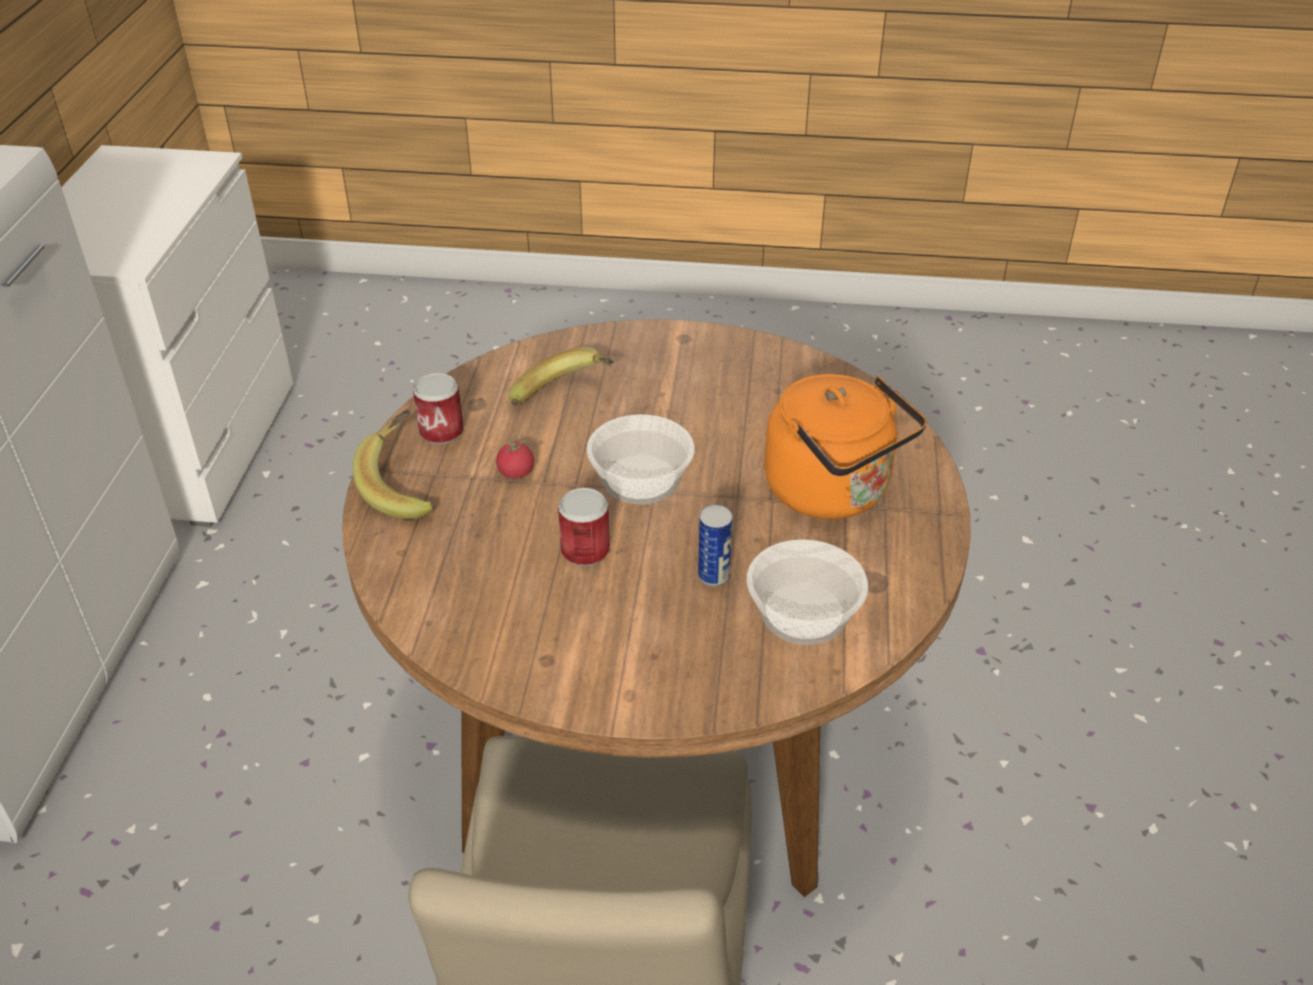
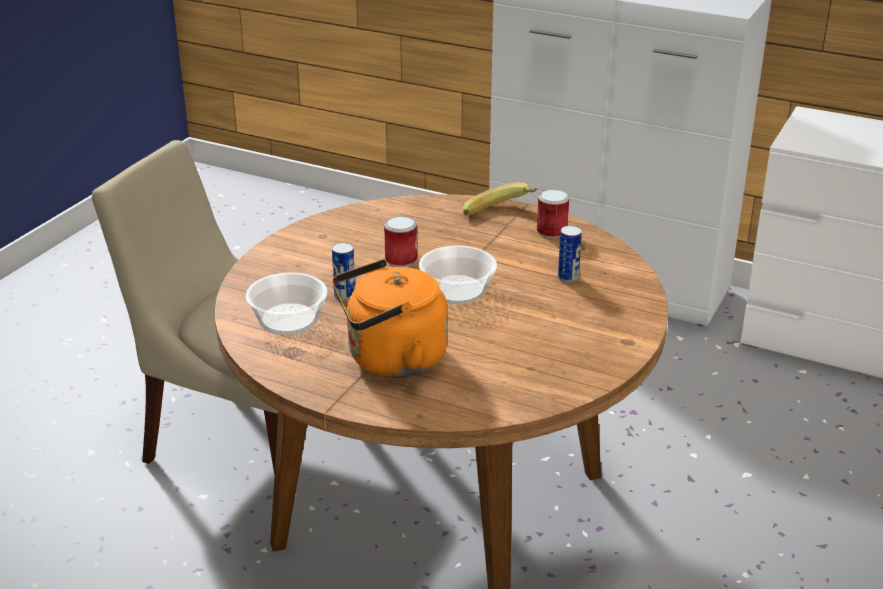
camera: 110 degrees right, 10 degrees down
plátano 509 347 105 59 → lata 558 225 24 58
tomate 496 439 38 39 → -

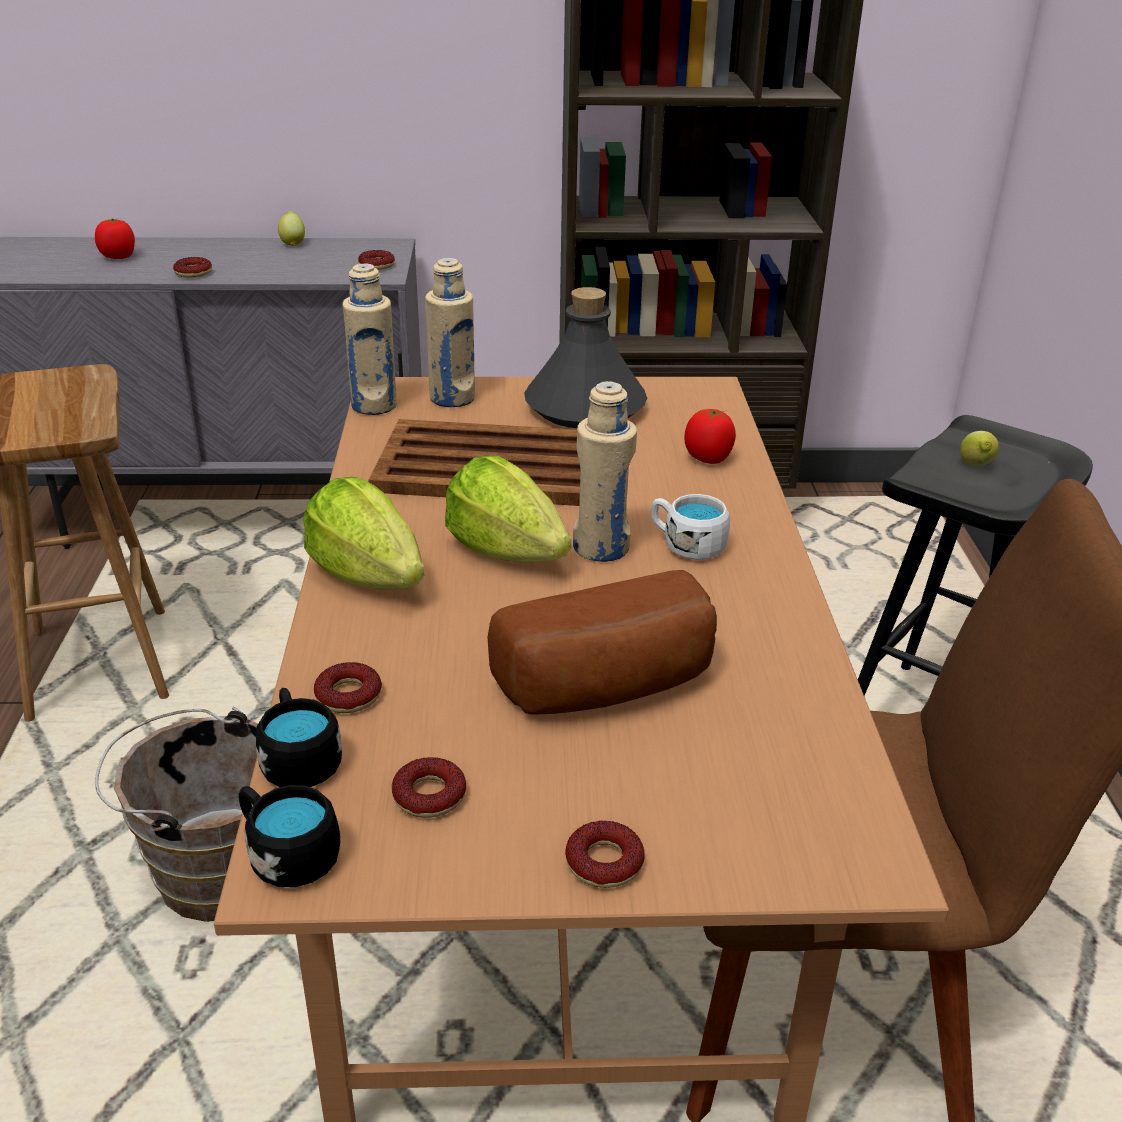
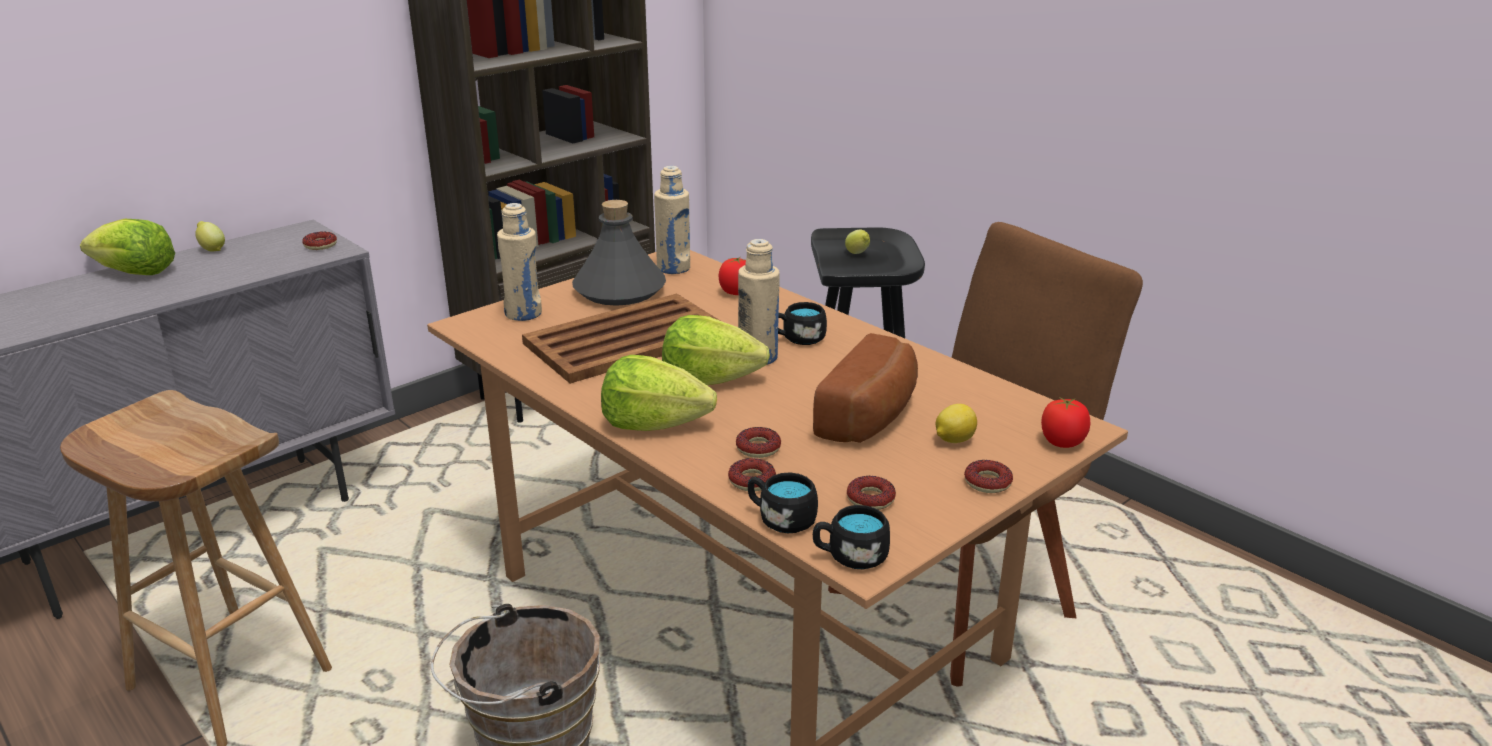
camera: 40 degrees left, 5 degrees down
tomate 95 218 40 41 → tomate 1041 397 49 51, relocated
rosquilla 173 257 39 21 → rosquilla 736 427 45 31, relocated
botella/beis 342 263 55 152 → botella/beis 654 166 36 108, relocated
taza grande/blanco 651 494 79 66 → taza grande/negro 778 302 49 43
- → lechuga 80 219 95 56
- → limón 936 404 41 39

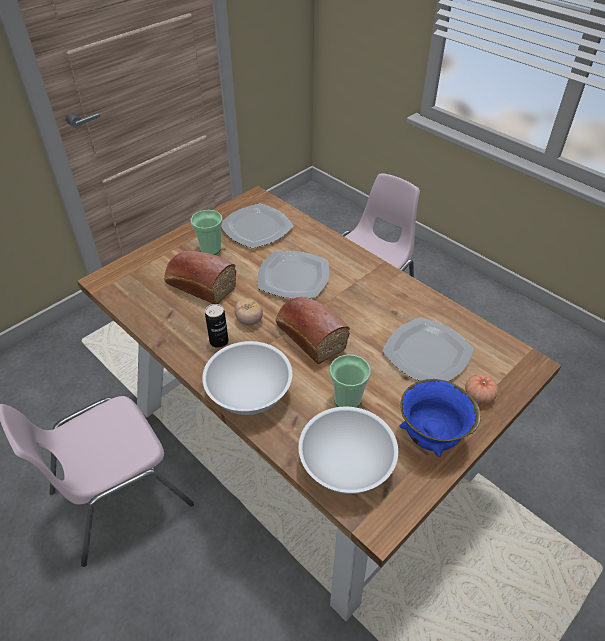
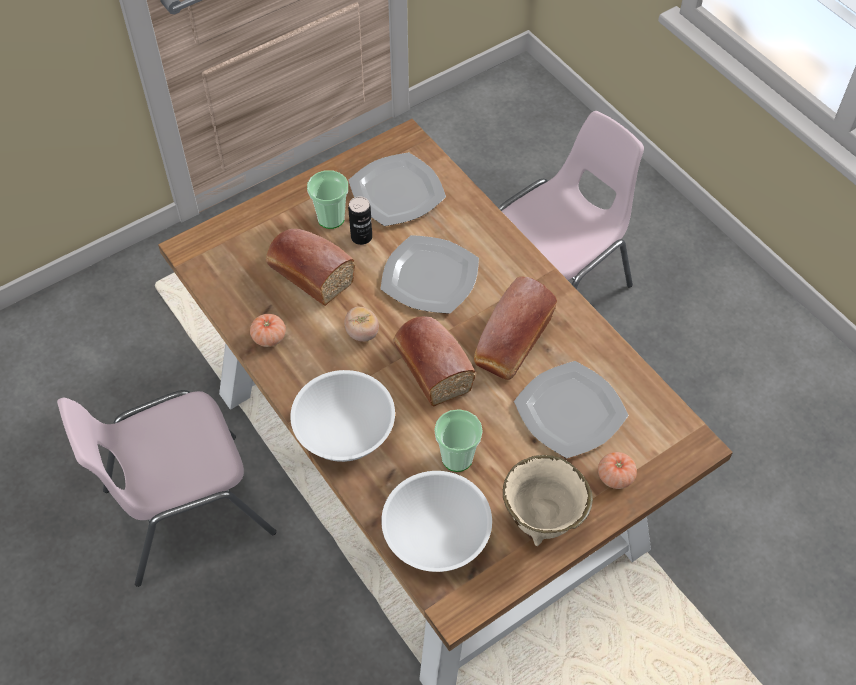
camera: 10 degrees right, 10 degrees up
lata 205 304 23 44 → lata 348 196 24 49, relocated
cuenco/azul 400 379 81 78 → cuenco/beis 503 455 90 91
- → pan 474 276 83 104
- → tomate 250 314 36 33

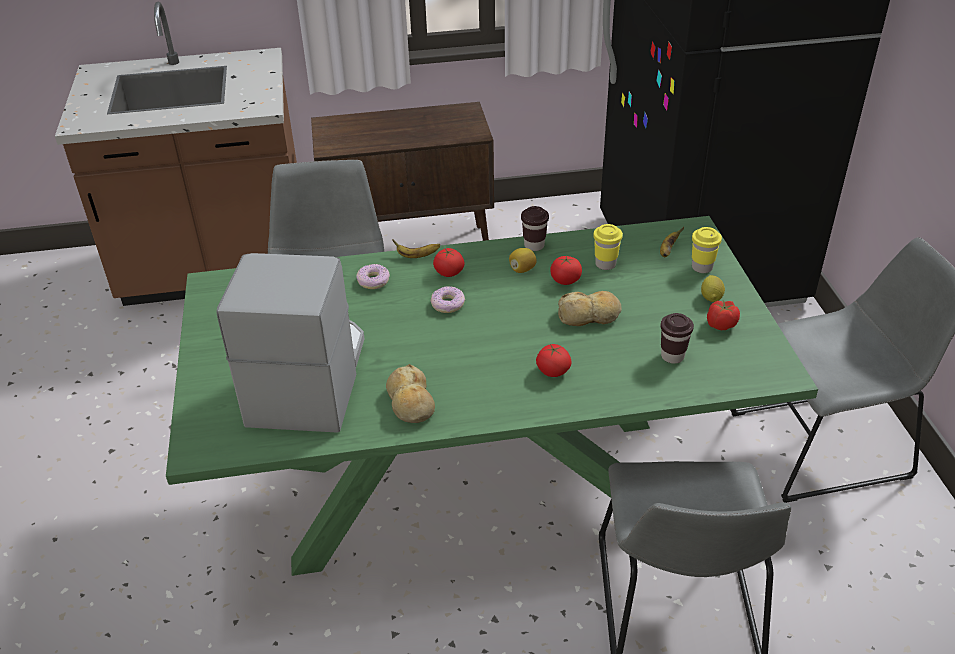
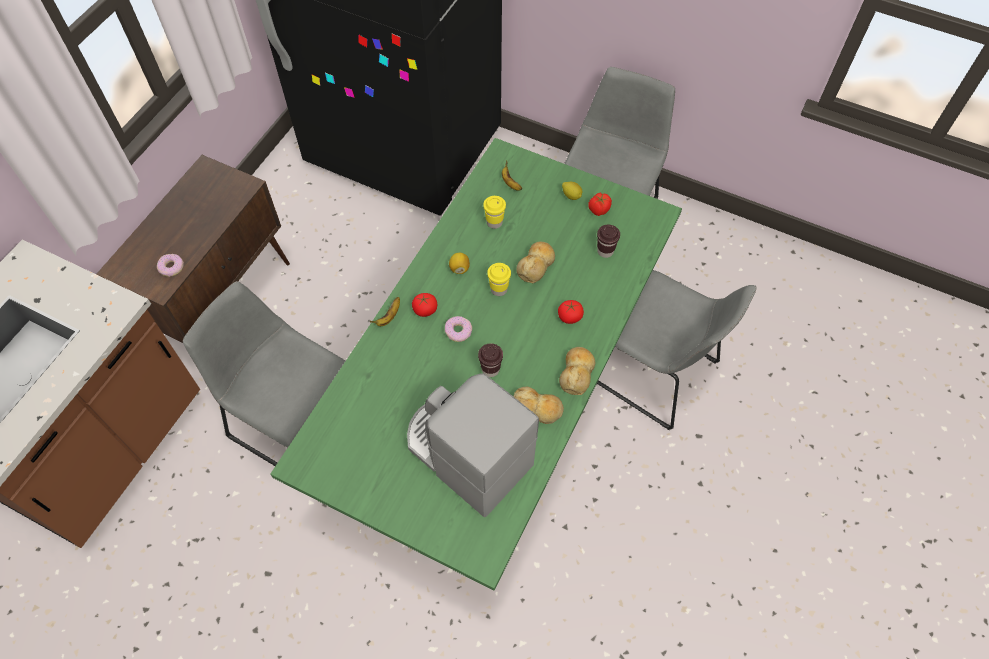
camera: 55 degrees left, 20 degrees up
taza/marrón 521 206 28 45 → taza/marrón 478 343 25 34, relocated
taza/amarillo 692 227 30 46 → taza/amarillo 487 263 24 33, relocated
tomate 550 255 32 30 → -
rosquilla 356 264 34 25 → rosquilla 157 254 27 23, relocated
- → pan 559 347 36 48

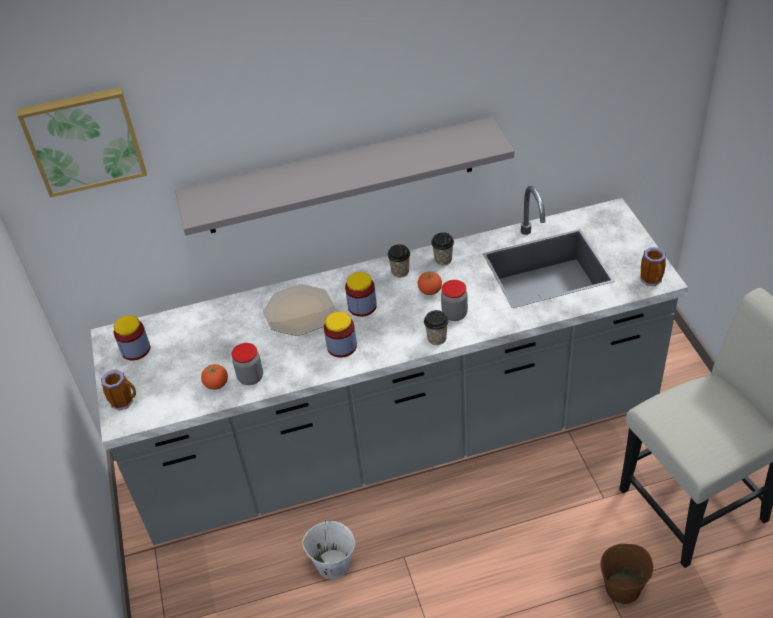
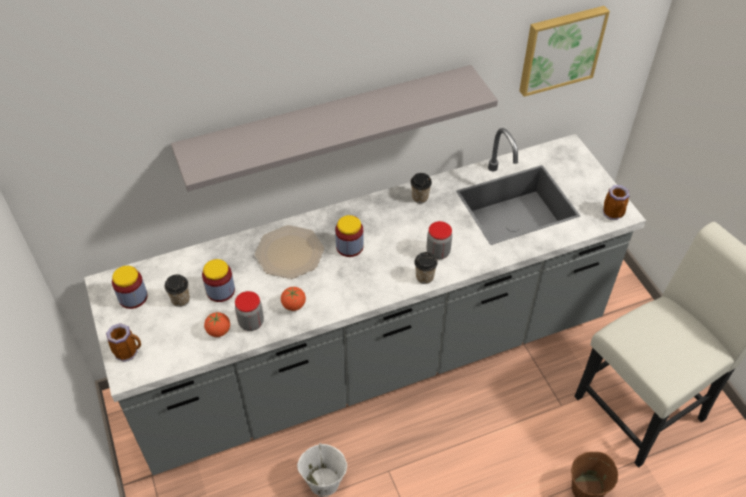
camera: 10 degrees left, 5 degrees up
cuadro 17 87 130 111 → cuadro 519 6 91 91, relocated
taza 388 244 22 33 → taza 164 274 26 33, relocated
tomate 418 272 24 23 → tomate 281 287 25 24, relocated
tarro 324 312 33 46 → tarro 202 259 33 43, relocated

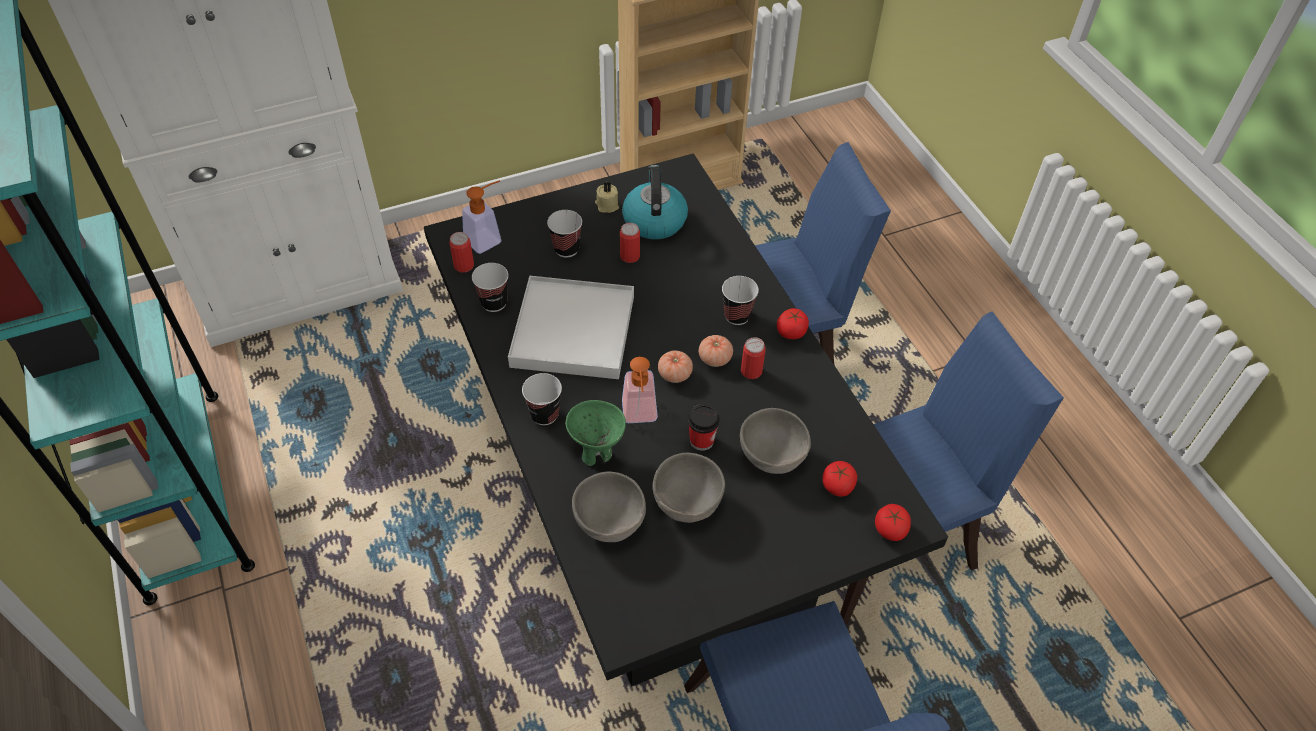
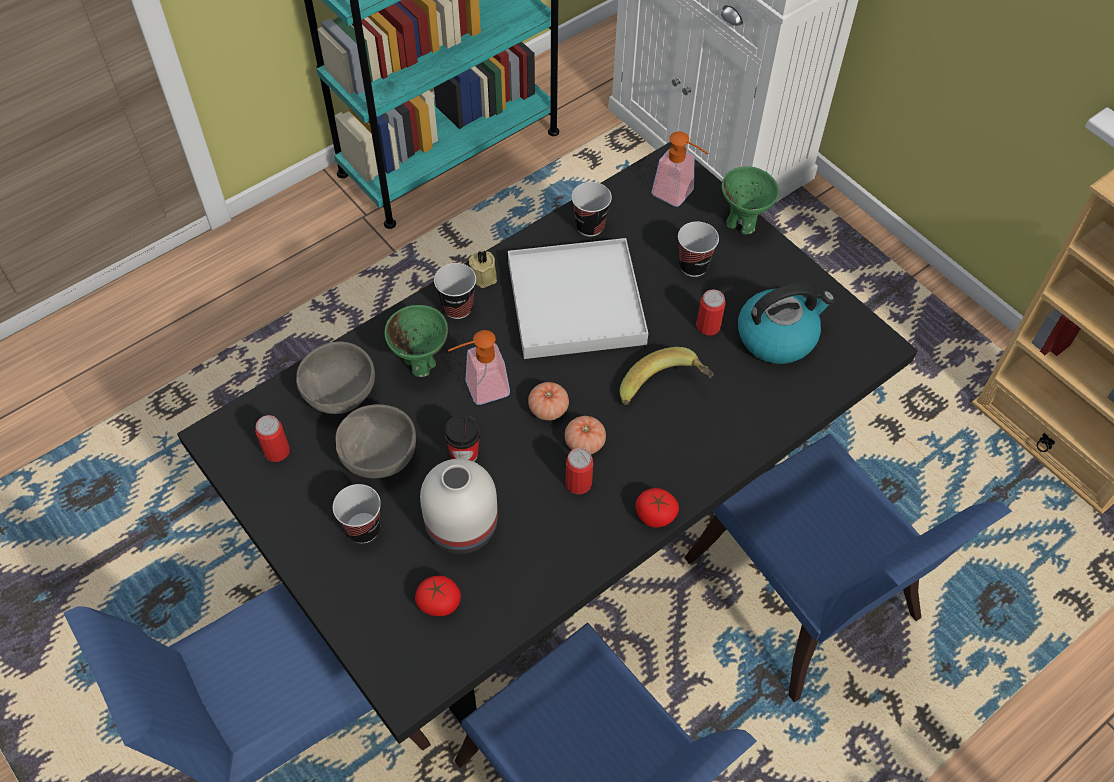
camera: 75 degrees right, 5 degrees up
vela/beis 595 181 24 32 → vela/beis 469 250 28 38, relocated
lata 449 232 25 40 → lata 255 415 35 47, relocated
taza 722 276 37 49 → taza 333 484 48 59, relocated
cuenco/gris 740 408 71 66 → florero/blanco 420 459 78 95
tomate 875 504 36 37 → -
- → cuenco/verde 721 166 58 69
- → plátano 619 347 95 58

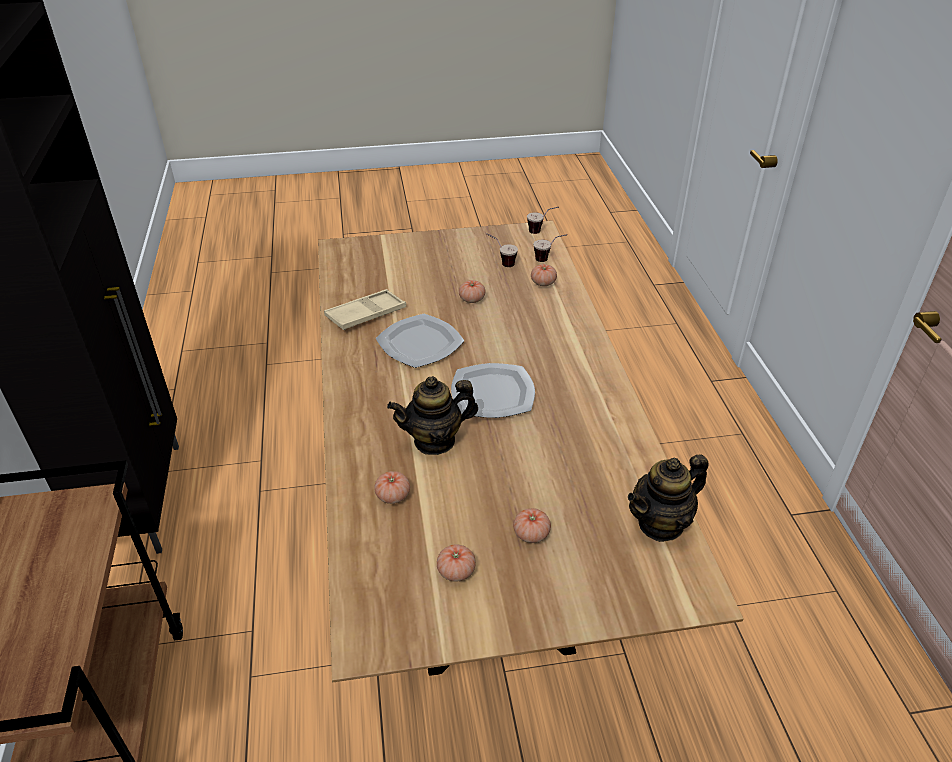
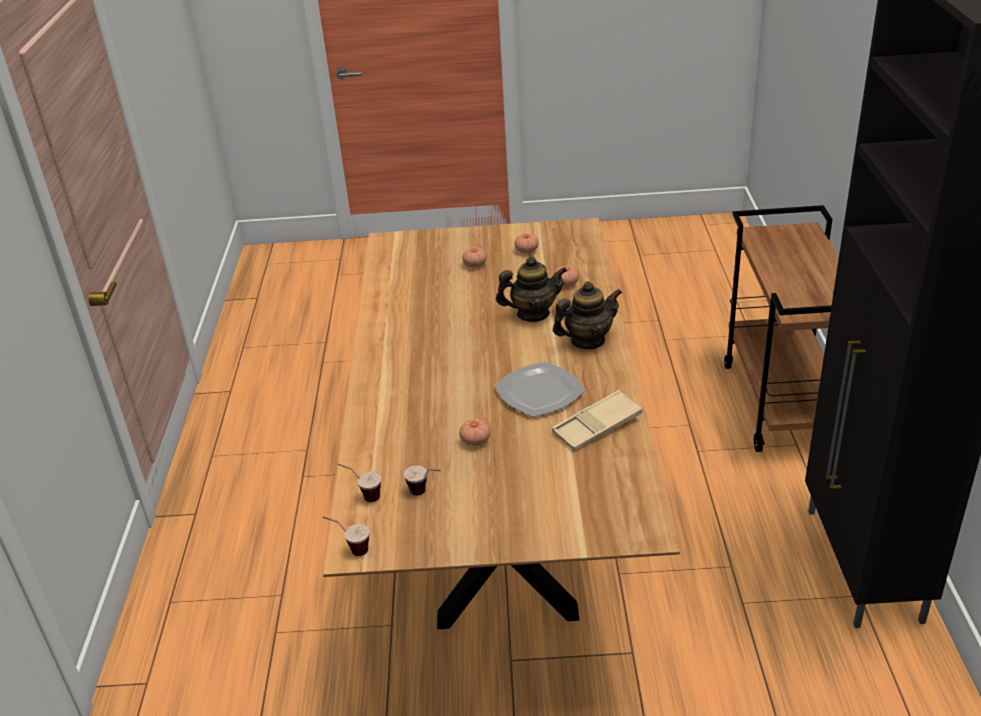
camera: 170 degrees left, 5 degrees down
tomate 531 264 26 22 → -
plato 451 363 84 55 → -
tetera 628 454 81 88 → tetera 553 281 69 68, relocated

